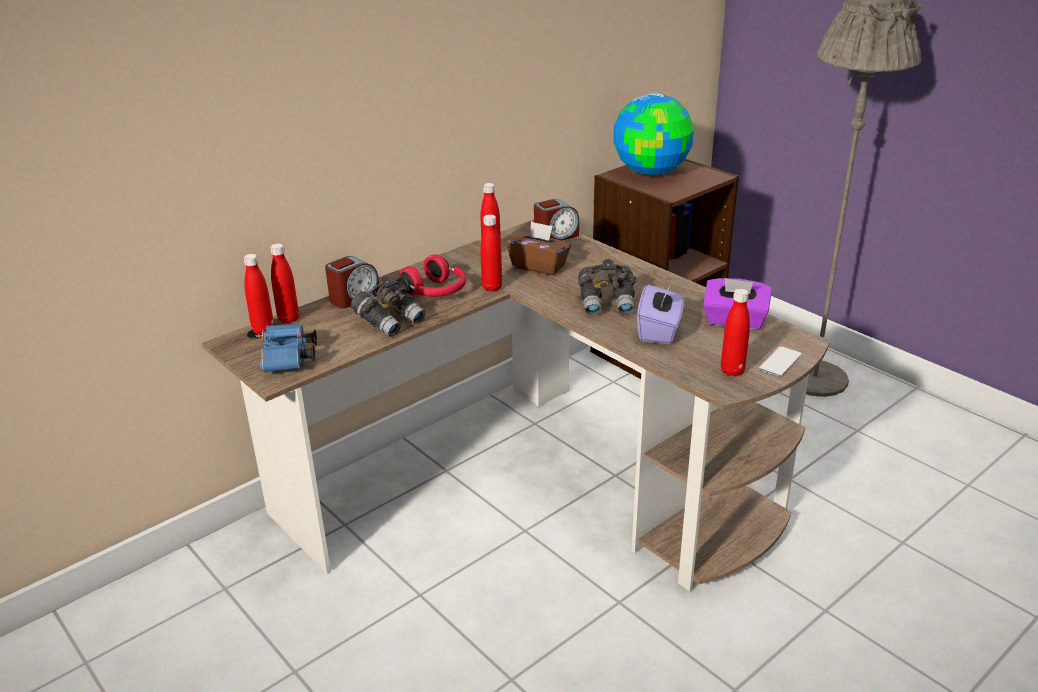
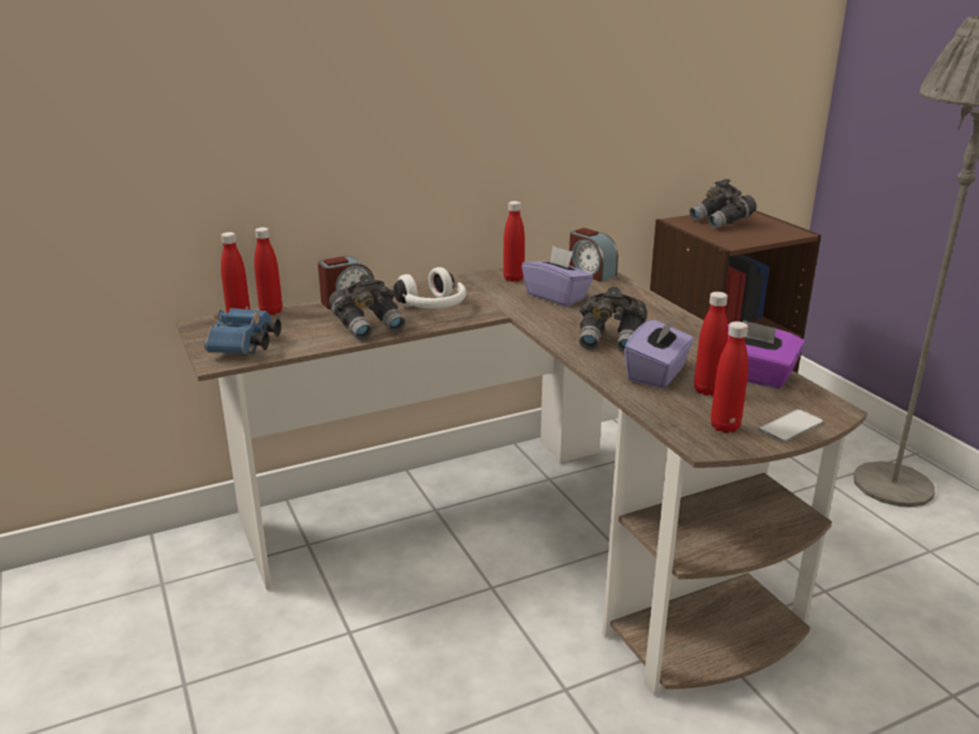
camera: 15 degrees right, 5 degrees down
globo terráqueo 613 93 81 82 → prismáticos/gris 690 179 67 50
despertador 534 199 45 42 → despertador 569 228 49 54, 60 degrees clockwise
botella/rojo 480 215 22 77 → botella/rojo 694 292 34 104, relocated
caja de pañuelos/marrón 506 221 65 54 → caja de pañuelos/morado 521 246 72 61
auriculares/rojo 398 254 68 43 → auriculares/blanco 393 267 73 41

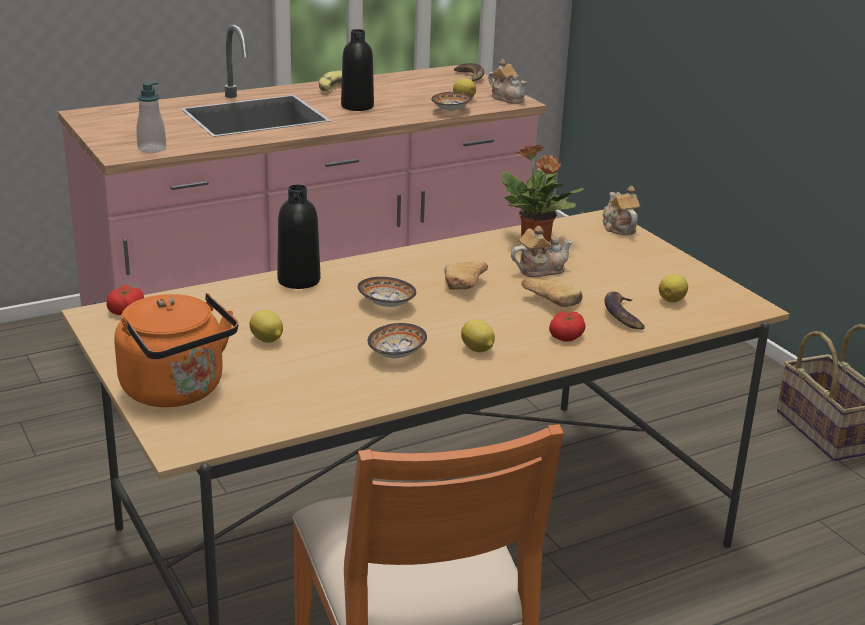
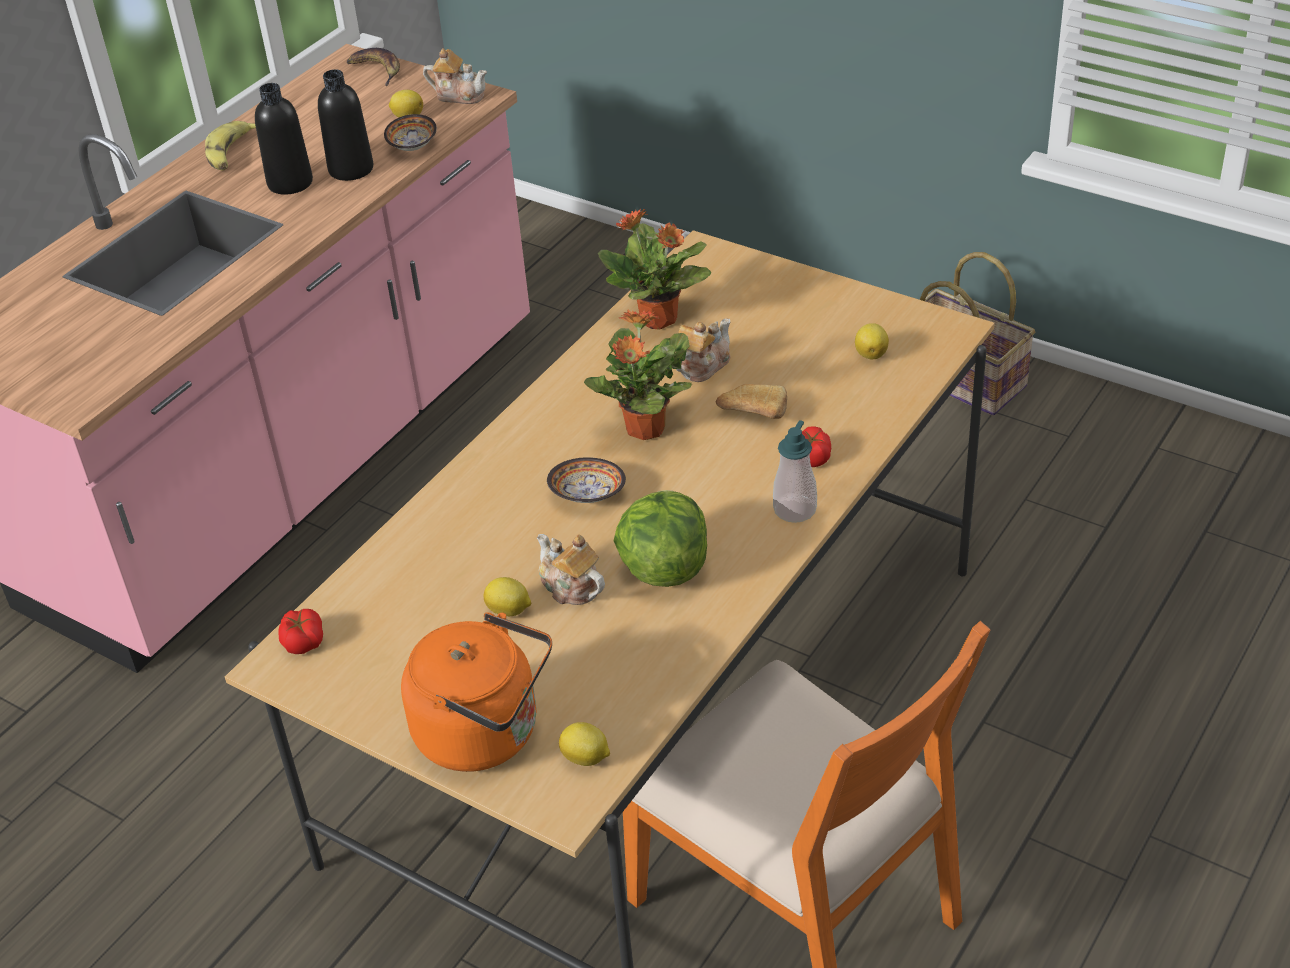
camera: 25 degrees left, 15 degrees up
dispensador de jabón 136 82 30 71 → dispensador de jabón 773 420 44 103, relocated
botella/negro 277 185 43 104 → botella/negro 318 69 55 112, relocated
tetera 602 186 38 49 → tetera 537 534 68 71, relocated
pan 444 262 44 28 → planta en maceta 584 310 108 130
plátano 604 291 41 39 → -
limón 461 319 34 34 → limón 559 722 51 44, relocated
cuenco 368 323 59 35 → lechuga 614 490 93 97

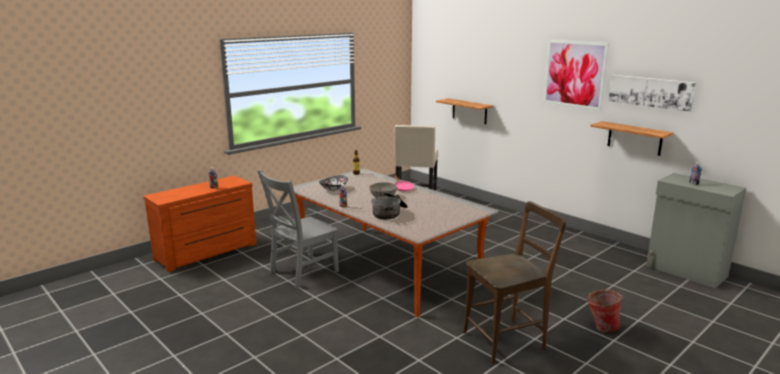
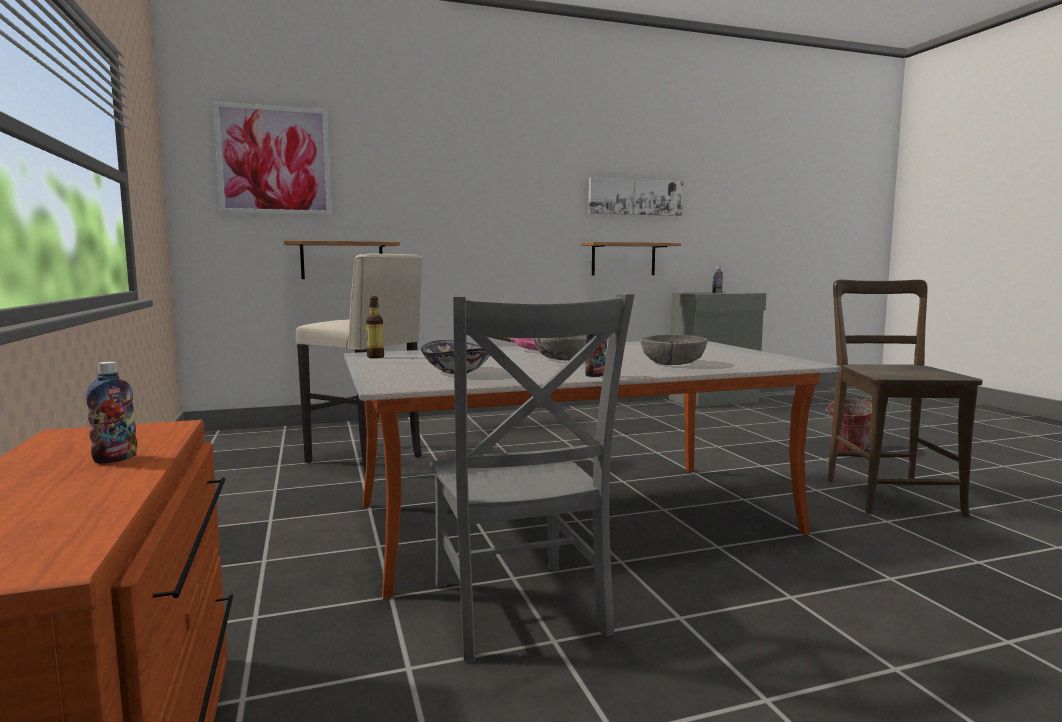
camera: 65 degrees left, 10 degrees down
cuadro 543 40 66 71 → cuadro 213 102 119 113, relocated
olla 372 192 36 28 → cuenco/gris 640 335 67 30

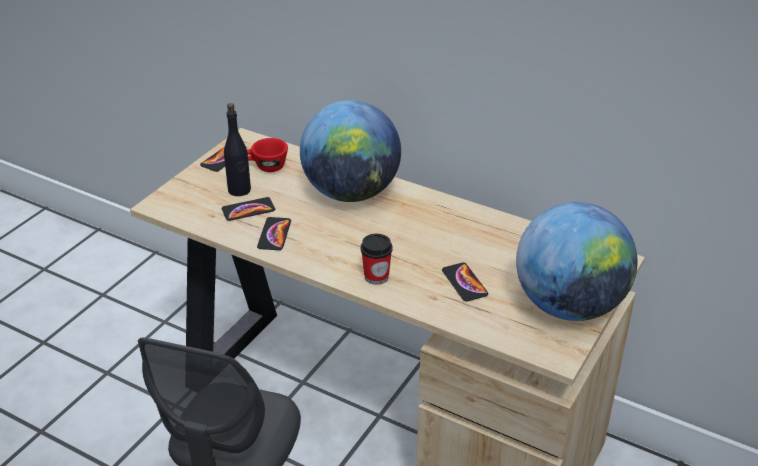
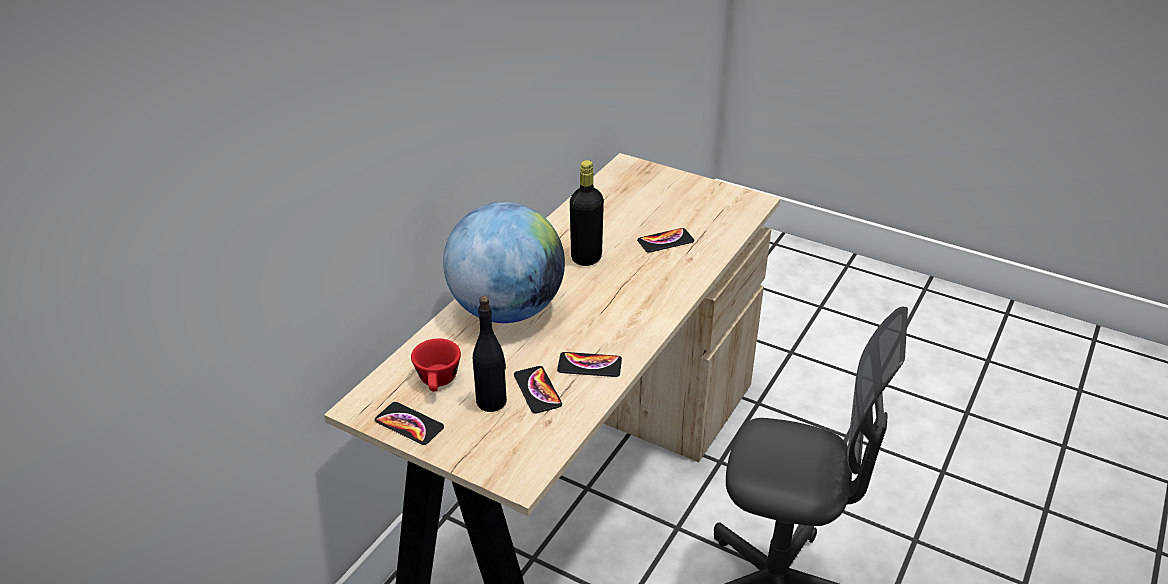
camera: 90 degrees left, 0 degrees up
globo terráqueo 516 202 122 119 → -
taza 361 234 32 51 → -
- → botella/negro 570 160 34 106

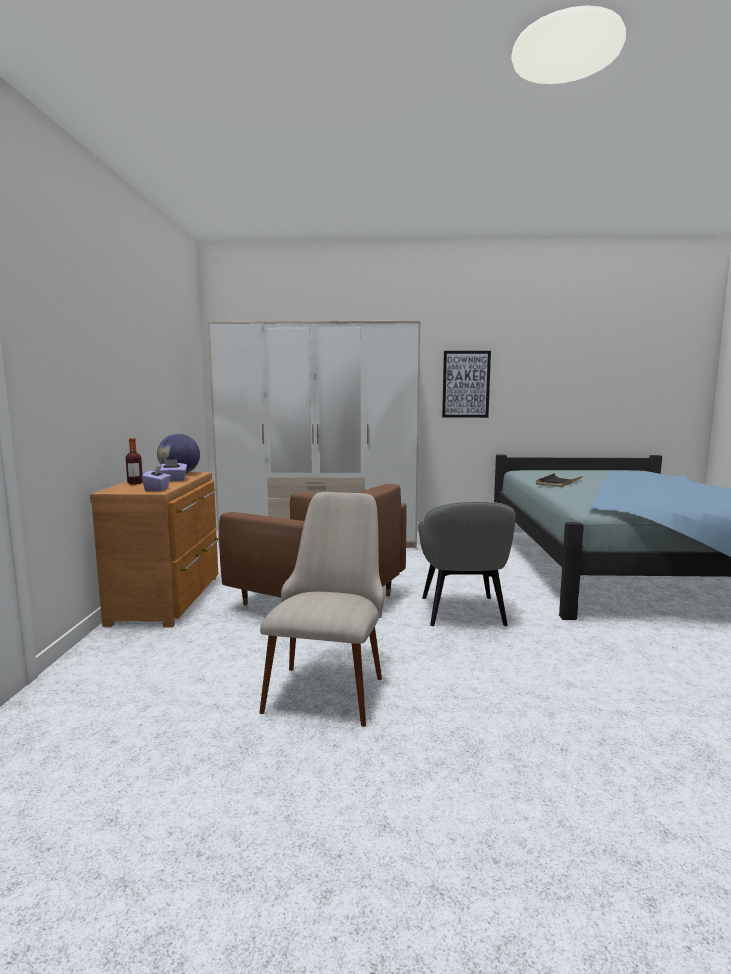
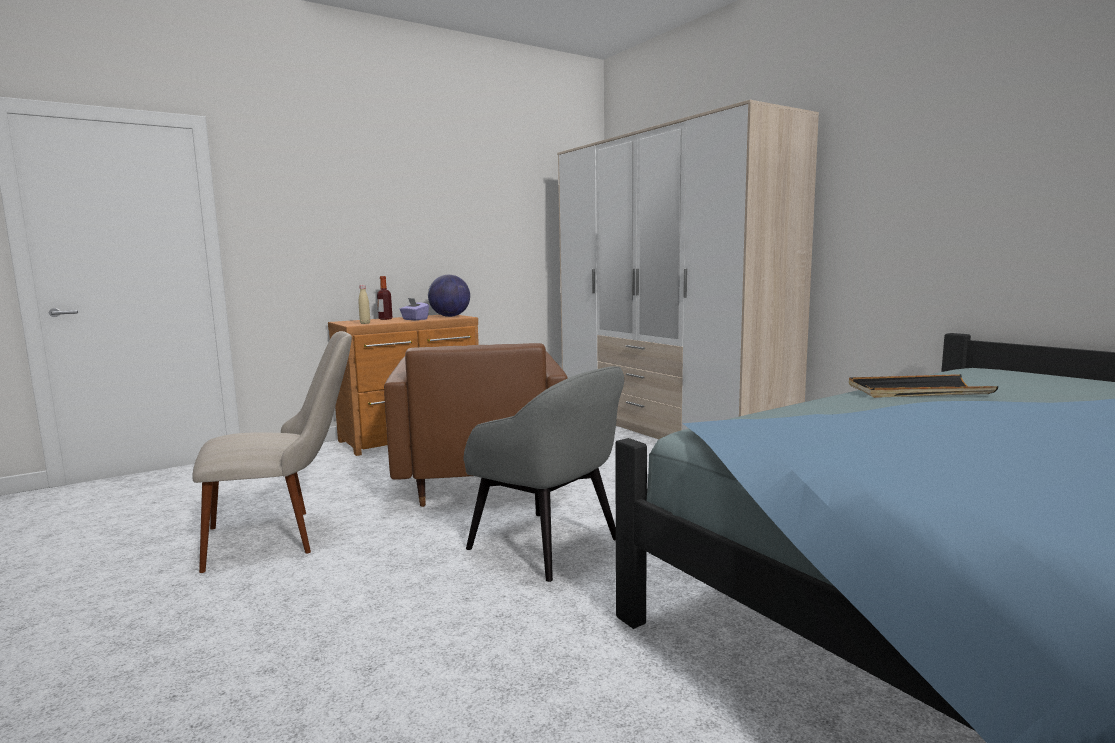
camera: 55 degrees right, 0 degrees up
cuadro 442 351 49 67 → -
caja de pañuelos/morado 142 465 29 26 → botella/beis 359 285 11 39
sillón/gris 418 502 98 124 → sillón/gris 463 366 161 216, 105 degrees counterclockwise

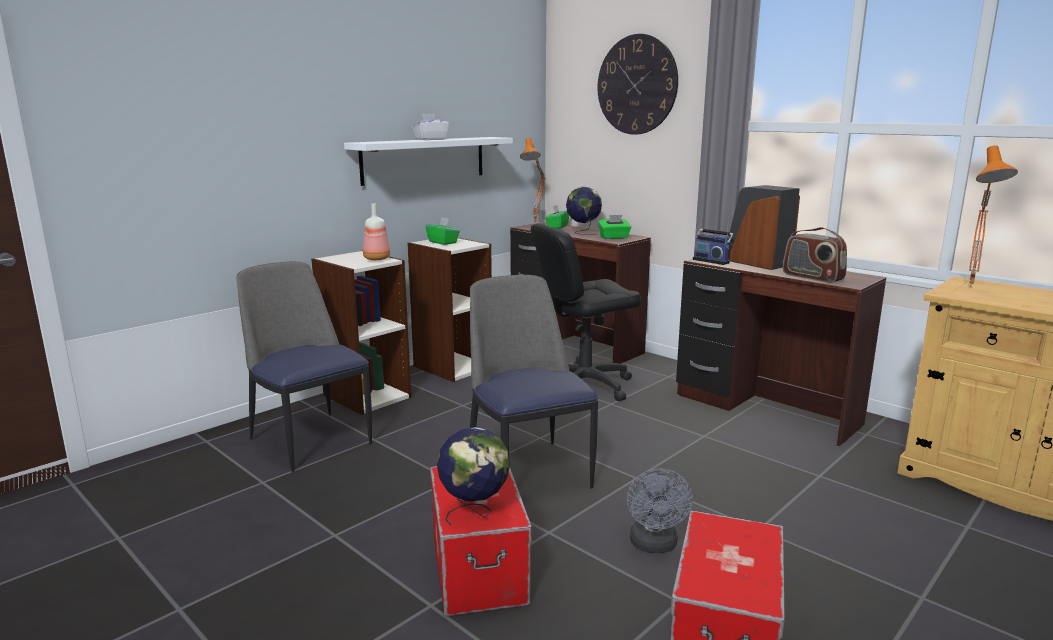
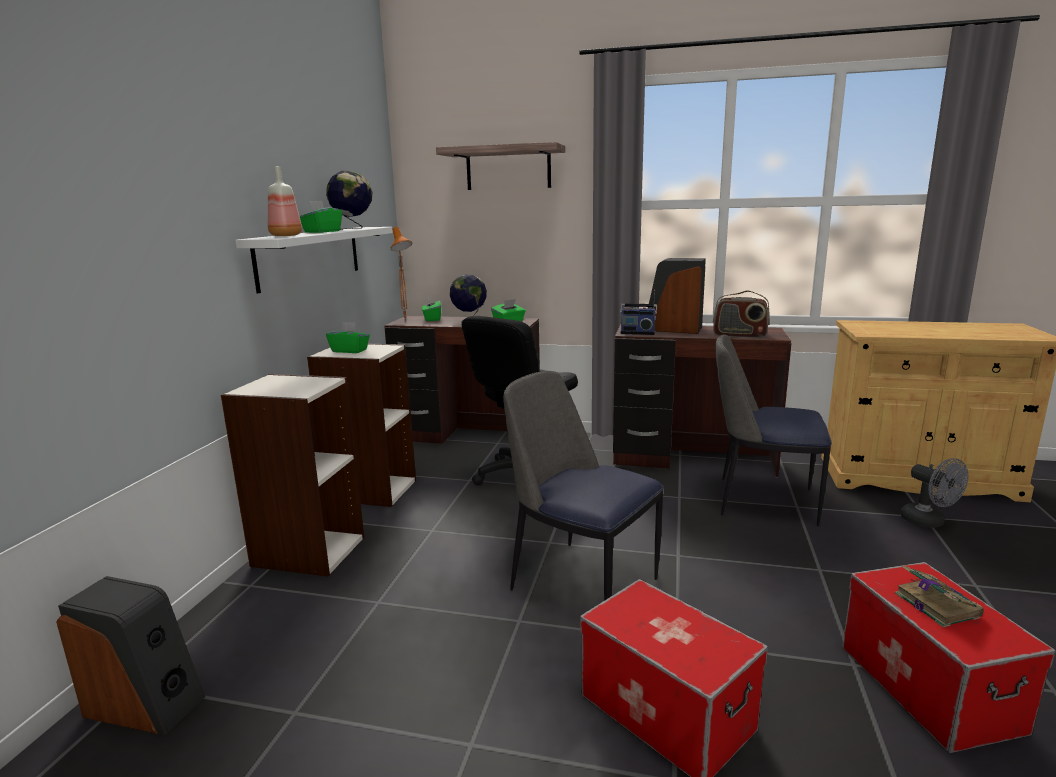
camera: 30 degrees left, 0 degrees up
reloj de pared 598 34 80 101 → estante 436 142 129 48
caja de pañuelos/blanco 412 113 37 27 → caja de pañuelos/verde 300 201 42 32
lámpara de mesa/naranja 969 146 49 141 → -
botella 363 204 27 56 → botella 268 166 34 70, relocated
silla 236 261 136 211 → silla 715 334 117 192, relocated
globo terráqueo 437 427 73 99 → globo terráqueo 326 170 46 59, relocated
ventilador/gris 627 469 66 84 → ventilador/gris 901 458 67 70, relocated
- → libro 895 565 89 62
- → altavoz 56 576 149 159

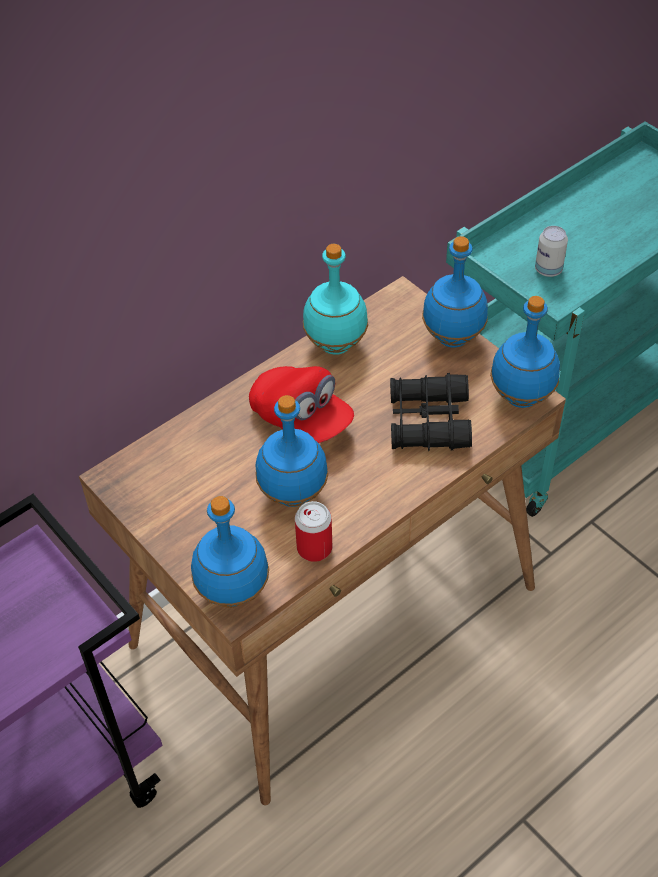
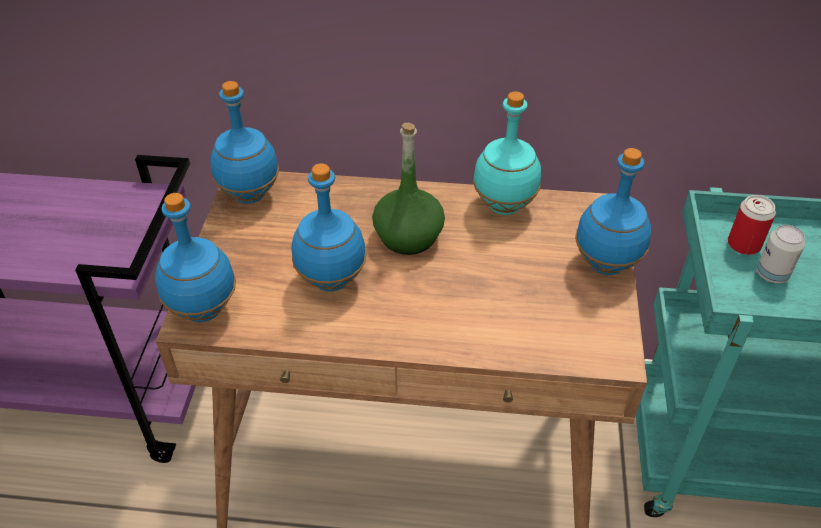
camera: 45 degrees right, 5 degrees down
botella/azul 490 296 70 112 → botella/azul 210 81 69 123, relocated
gorra/rojo 249 366 105 77 → botella/verde 372 123 73 132
prismáticos/negro 390 373 82 78 → -
lata 295 501 37 61 → lata 728 195 48 60, relocated

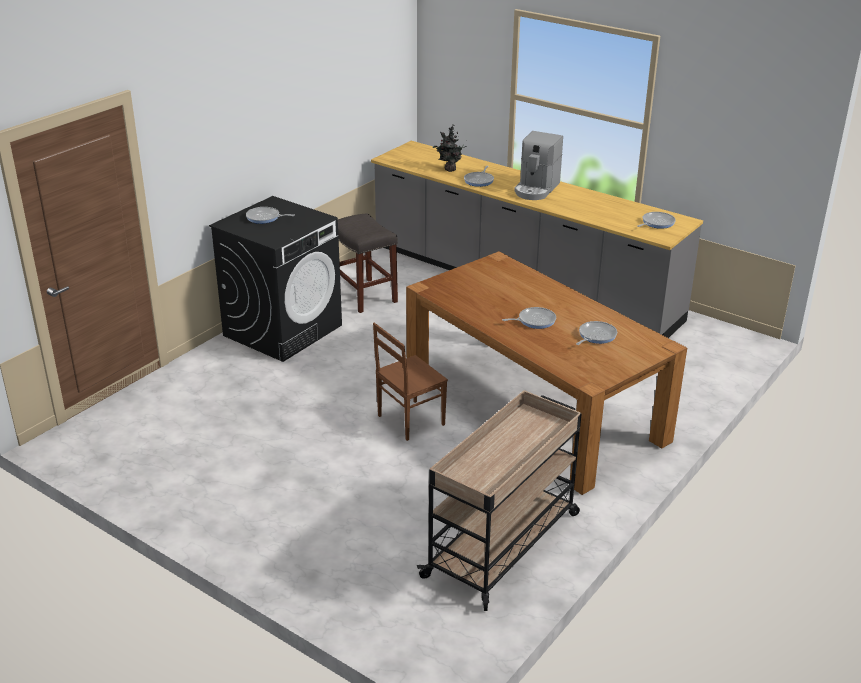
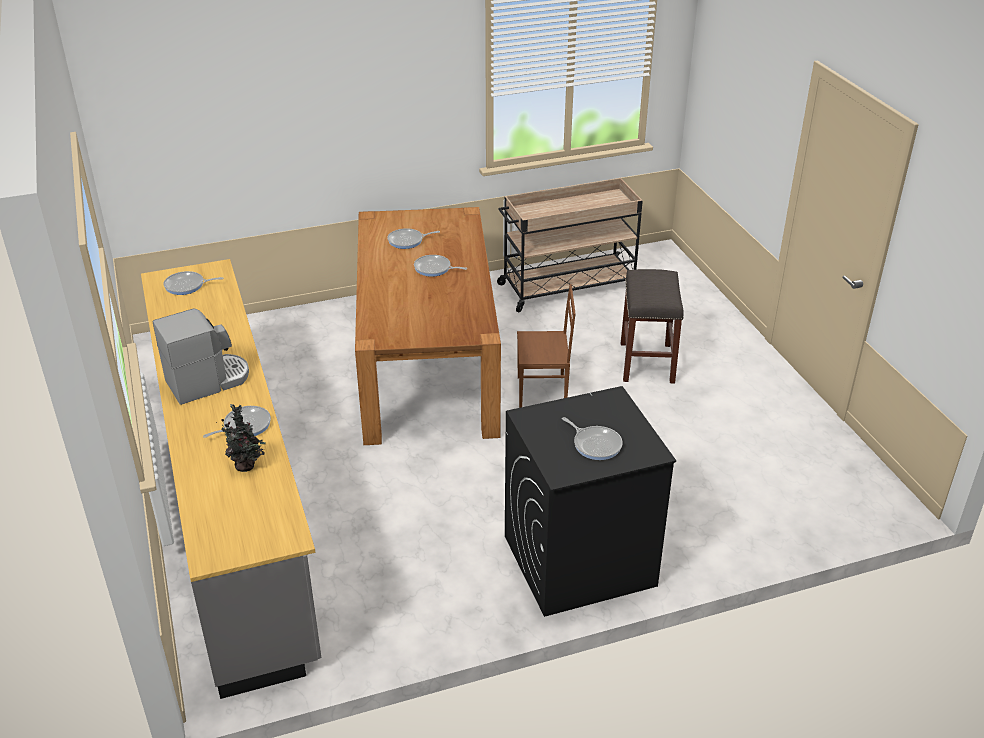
camera: 145 degrees left, 5 degrees up
taburete/gris 338 213 60 100 → taburete/gris 621 269 63 114, relocated

